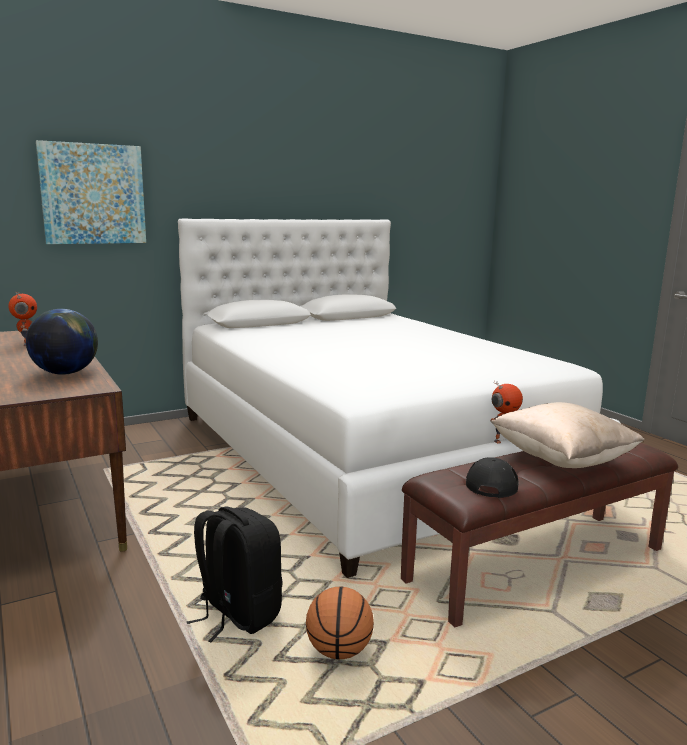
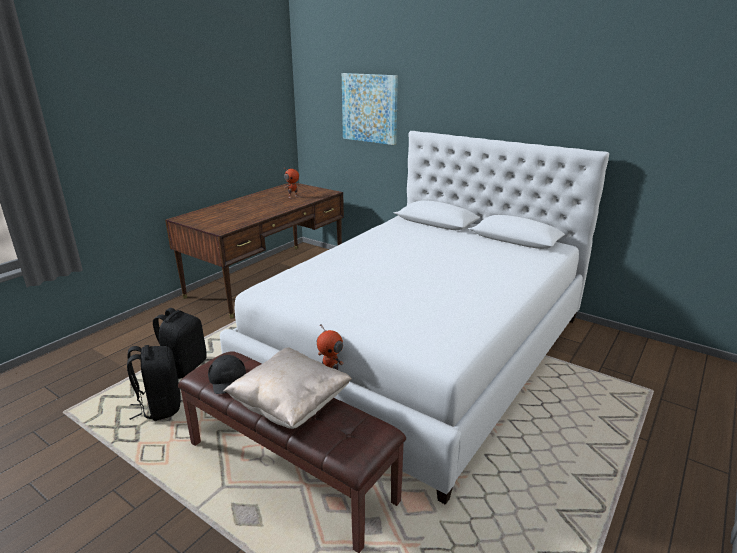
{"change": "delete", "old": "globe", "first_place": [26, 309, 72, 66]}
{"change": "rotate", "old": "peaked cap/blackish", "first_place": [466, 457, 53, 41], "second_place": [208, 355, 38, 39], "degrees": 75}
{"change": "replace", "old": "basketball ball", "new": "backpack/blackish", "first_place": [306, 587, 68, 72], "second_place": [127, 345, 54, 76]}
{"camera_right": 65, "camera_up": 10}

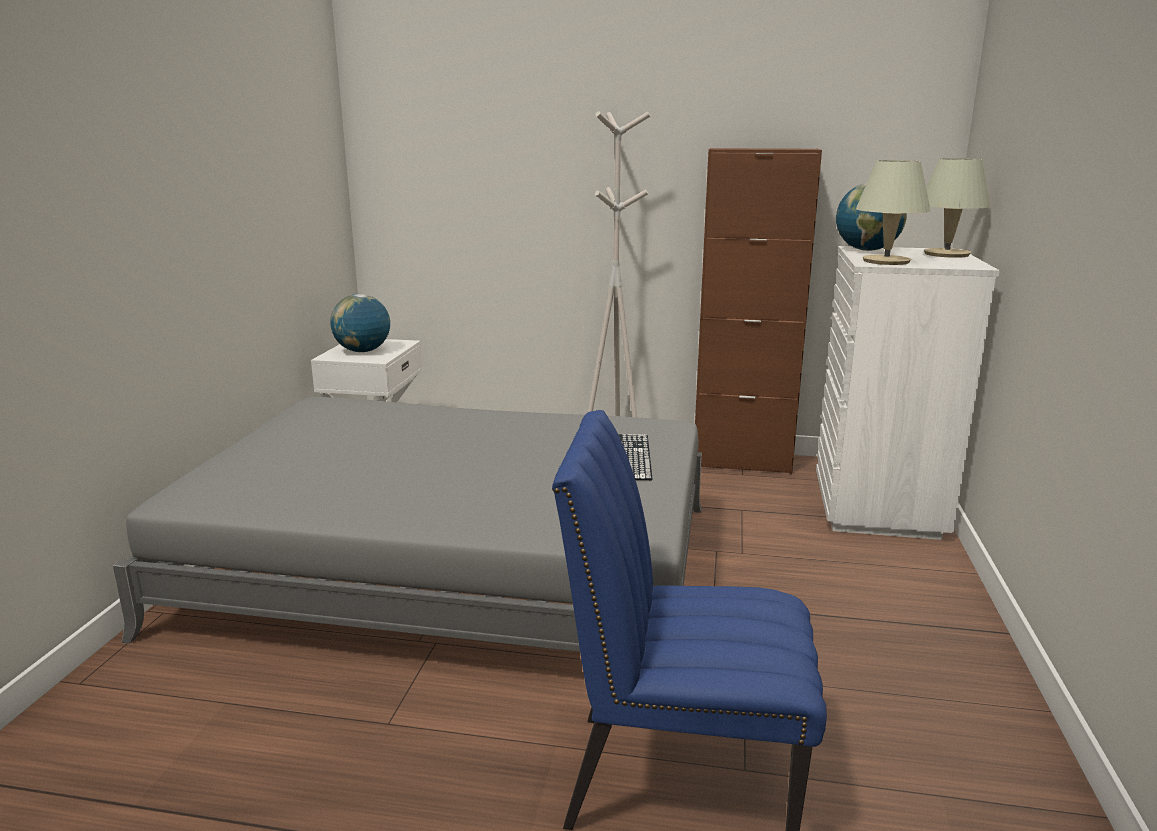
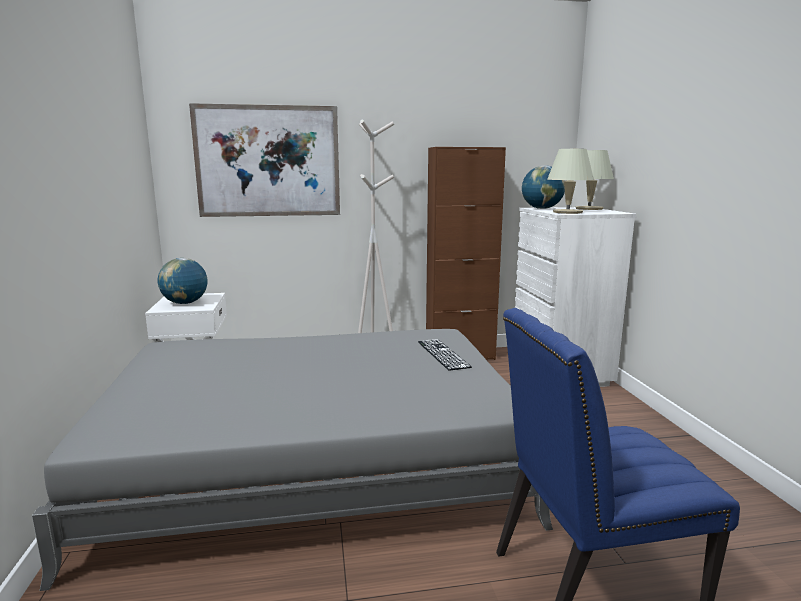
{"change": "insert", "new": "wall picture", "second_place": [189, 103, 151, 114]}
{"camera_right": -20, "camera_up": -5}

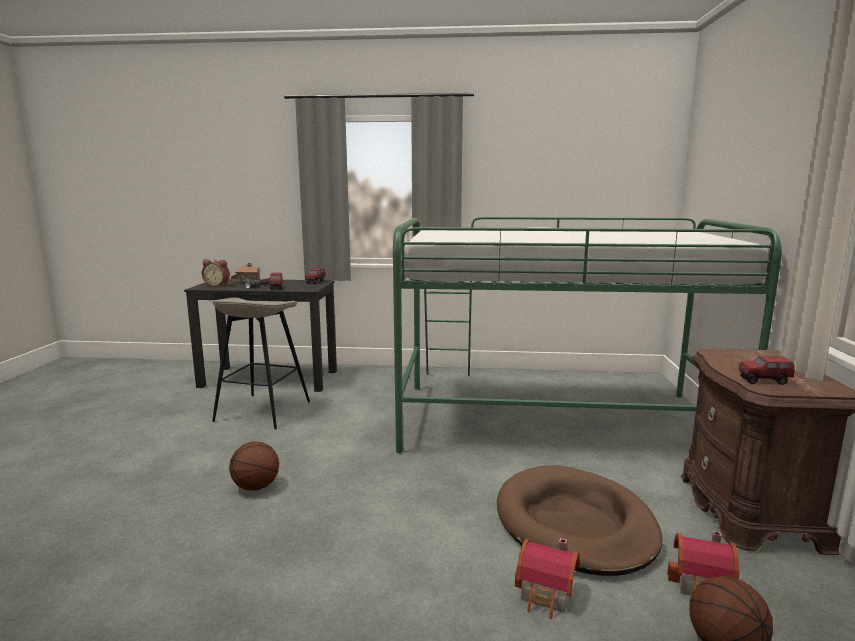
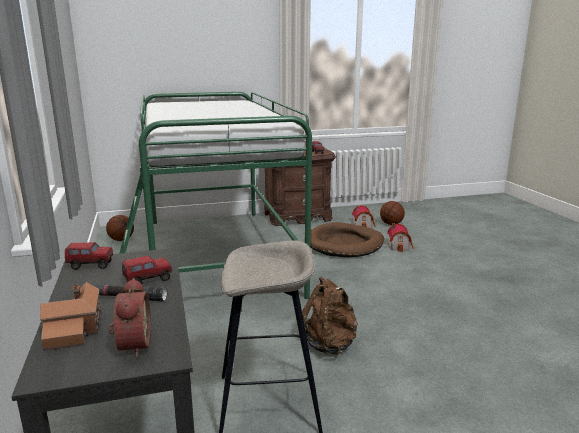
{"change": "move", "old": "basketball ball", "first_place": [229, 441, 50, 49], "second_place": [106, 215, 28, 26]}
{"change": "insert", "new": "backpack/brownish", "second_place": [302, 277, 56, 78]}
{"camera_right": -110, "camera_up": 5}

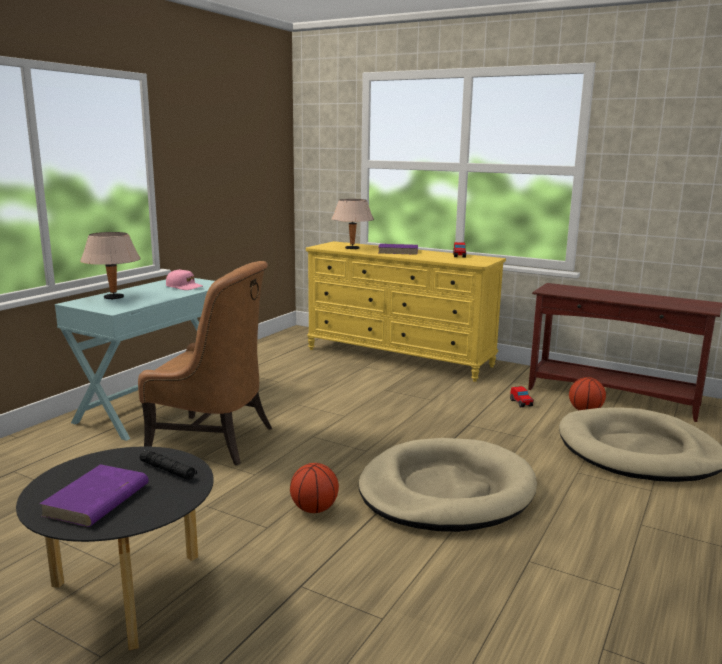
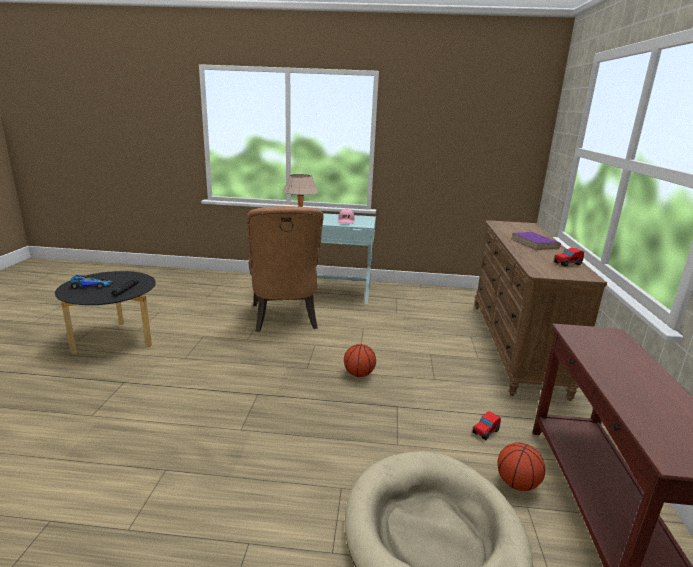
{"change": "delete", "old": "tabletop lamp/sand-coloured", "first_place": [332, 199, 42, 51]}
{"change": "recolor", "old": "chest of drawers/yellow-coloured", "new": "chest of drawers/brownish", "first_place": [306, 241, 200, 141], "second_place": [475, 220, 132, 181]}
{"change": "delete", "old": "dog cushion/sand-coloured", "first_place": [359, 438, 178, 94]}
{"change": "move", "old": "basketball ball", "first_place": [290, 463, 49, 50], "second_place": [344, 344, 32, 33]}
{"change": "replace", "old": "volume/purple", "new": "toy car", "first_place": [39, 464, 110, 63], "second_place": [71, 275, 42, 14]}
{"camera_right": 65, "camera_up": 5}

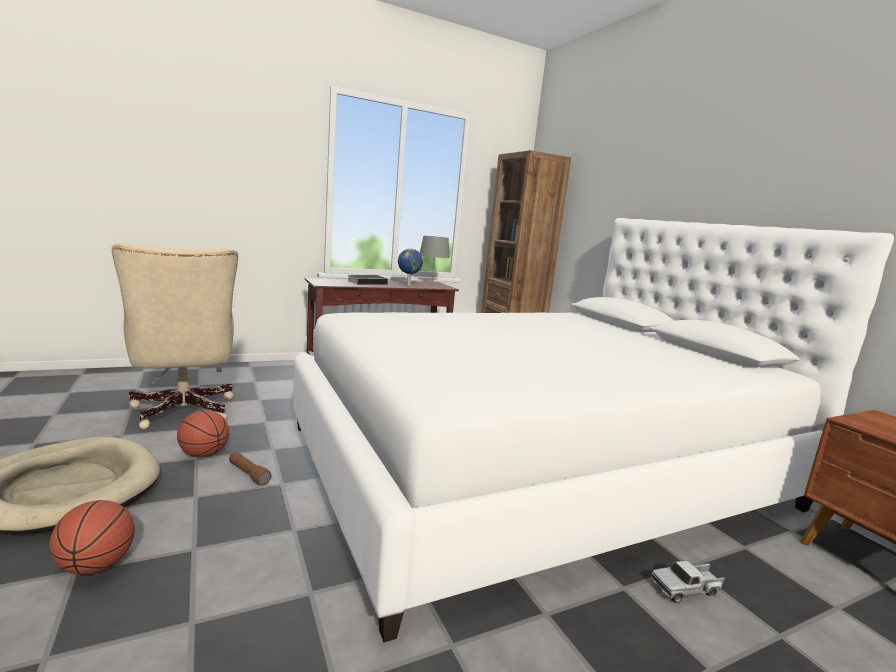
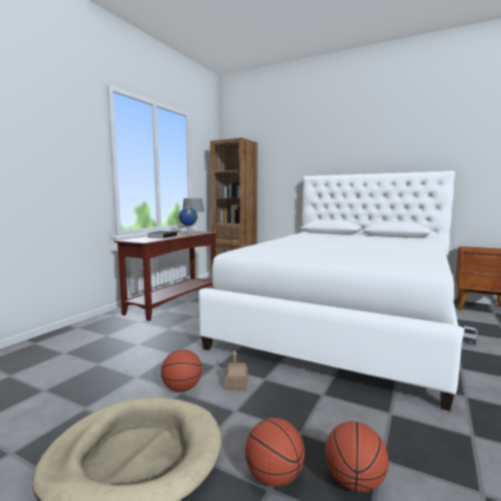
{"change": "delete", "old": "computer chair/sand-coloured", "first_place": [111, 243, 128, 186]}
{"change": "replace", "old": "hand torch/brownish", "new": "toy house", "first_place": [229, 452, 43, 33], "second_place": [224, 350, 24, 40]}
{"change": "insert", "new": "basketball ball", "second_place": [325, 421, 63, 71]}
{"camera_right": -35, "camera_up": -5}

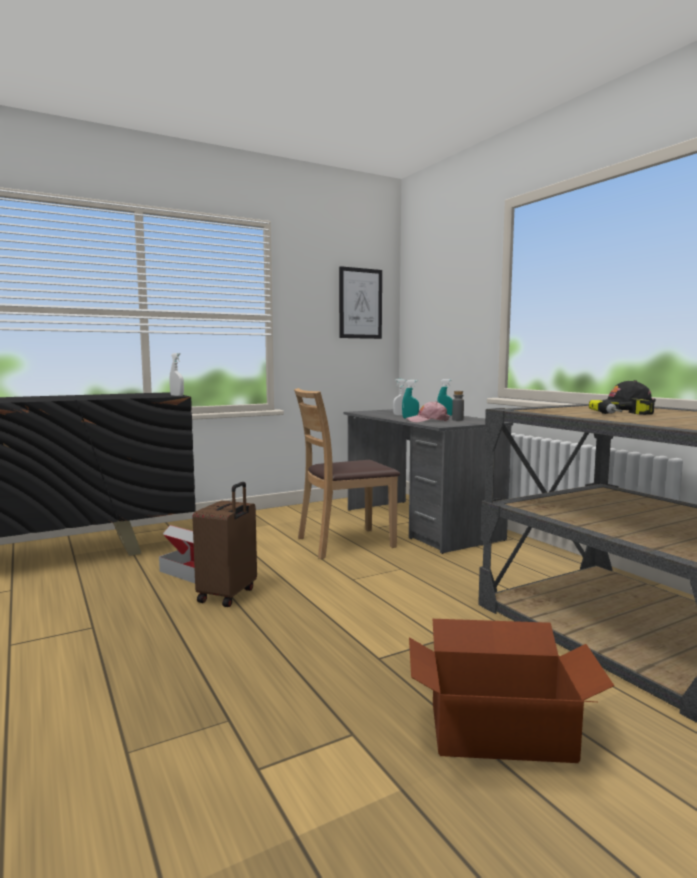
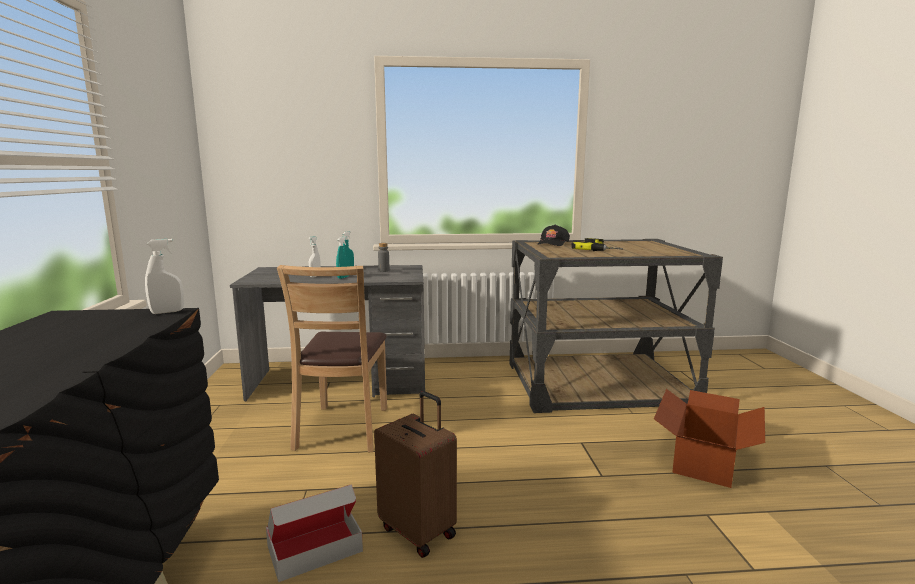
{"change": "delete", "old": "wall picture", "first_place": [339, 266, 43, 73]}
{"change": "delete", "old": "peaked cap/pink-coloured", "first_place": [406, 401, 44, 21]}
{"camera_right": -65, "camera_up": 5}

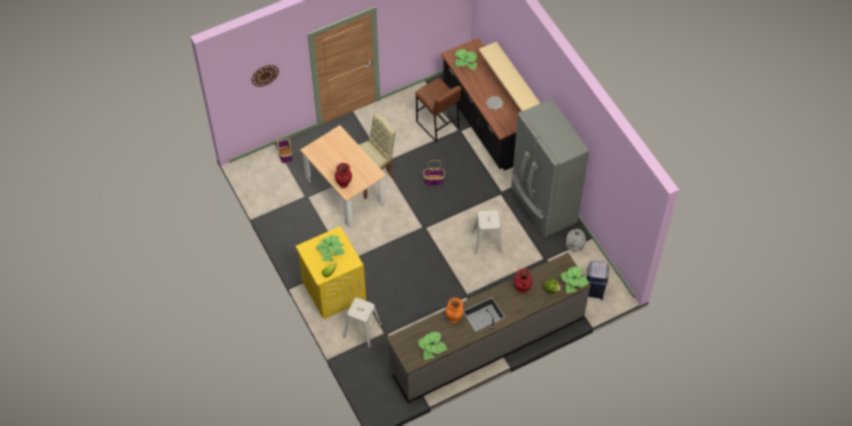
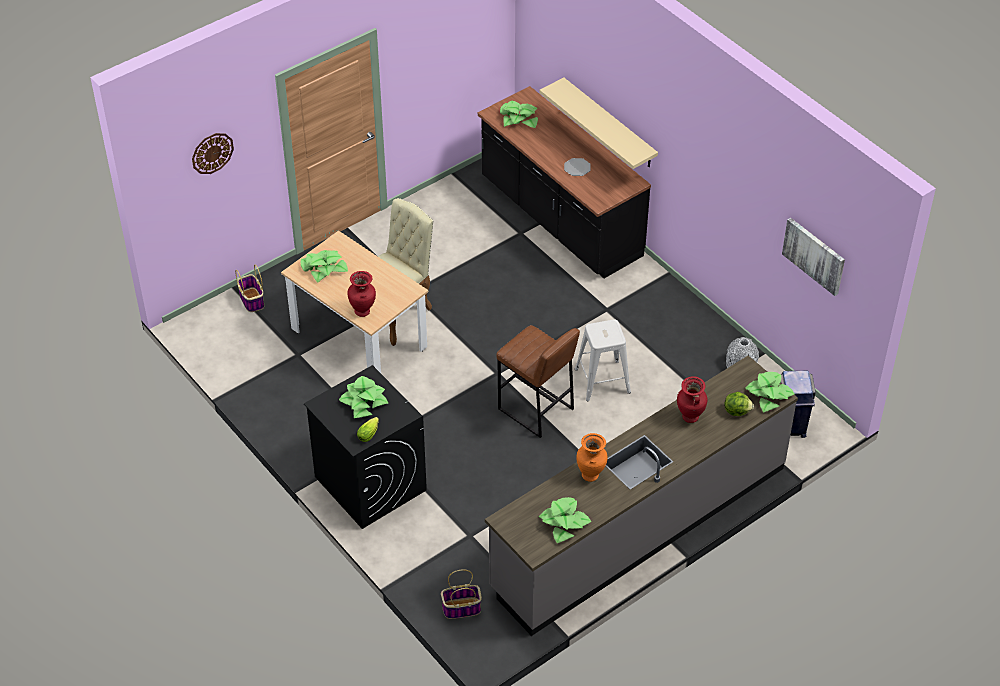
{"change": "move", "old": "sitting stool/brownish", "first_place": [415, 78, 47, 65], "second_place": [496, 325, 84, 113]}
{"change": "delete", "old": "kitchen fridge/greyish", "first_place": [511, 99, 78, 138]}
{"change": "move", "old": "basket", "first_place": [423, 160, 22, 25], "second_place": [441, 569, 41, 50]}
{"change": "recolor", "old": "laundry machine/yellow-coloured", "new": "laundry machine/blackish", "first_place": [296, 226, 70, 93], "second_place": [304, 365, 123, 164]}
{"change": "delete", "old": "sitting stool/whitish", "first_place": [343, 298, 39, 50]}
{"change": "insert", "new": "wall picture", "second_place": [782, 218, 63, 78]}
{"change": "insert", "new": "houseplant", "second_place": [301, 250, 47, 33]}
{"camera_right": -10, "camera_up": -10}

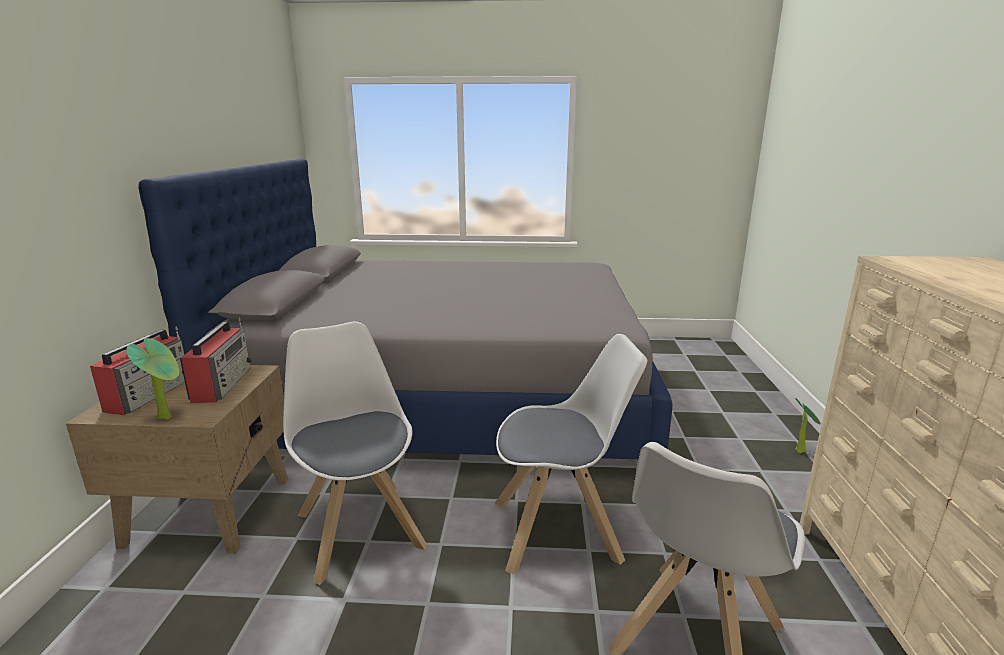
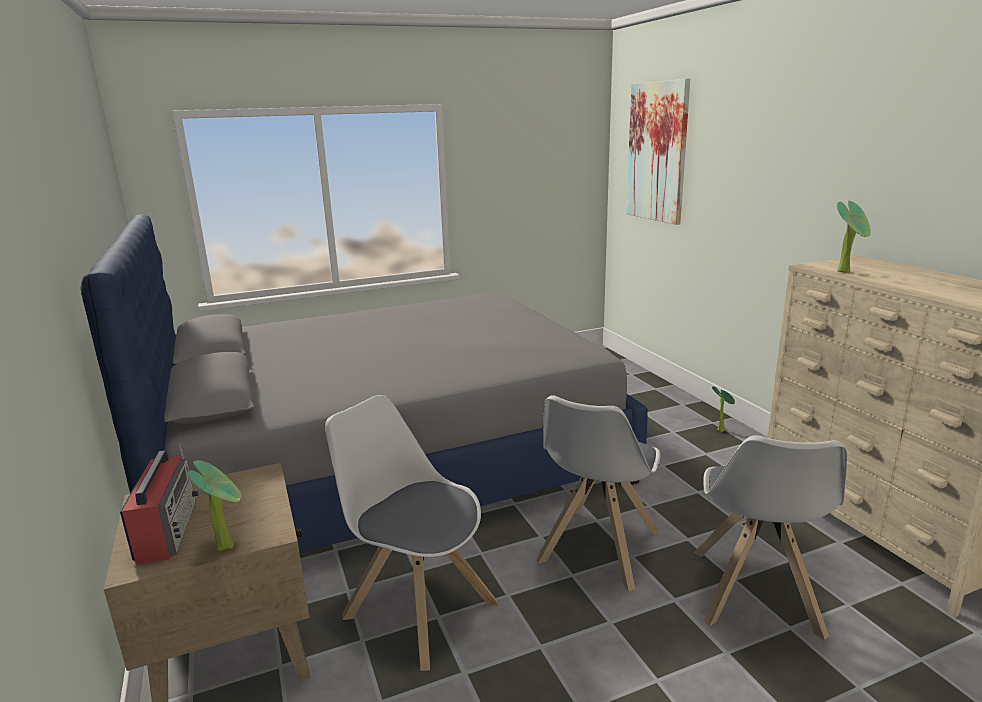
{"change": "delete", "old": "radio", "first_place": [180, 317, 72, 86]}
{"change": "rotate", "old": "upright chair", "first_place": [494, 334, 153, 240], "second_place": [536, 395, 125, 196], "degrees": 150}
{"change": "insert", "new": "wall picture", "second_place": [626, 79, 64, 146]}
{"change": "insert", "new": "houseplant", "second_place": [837, 201, 34, 72]}
{"camera_right": -25, "camera_up": 0}

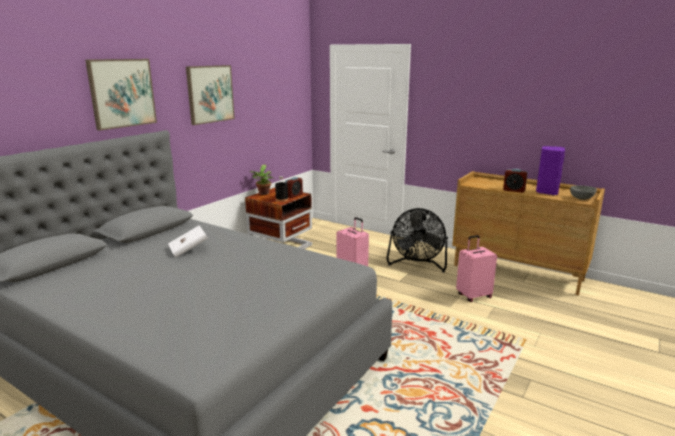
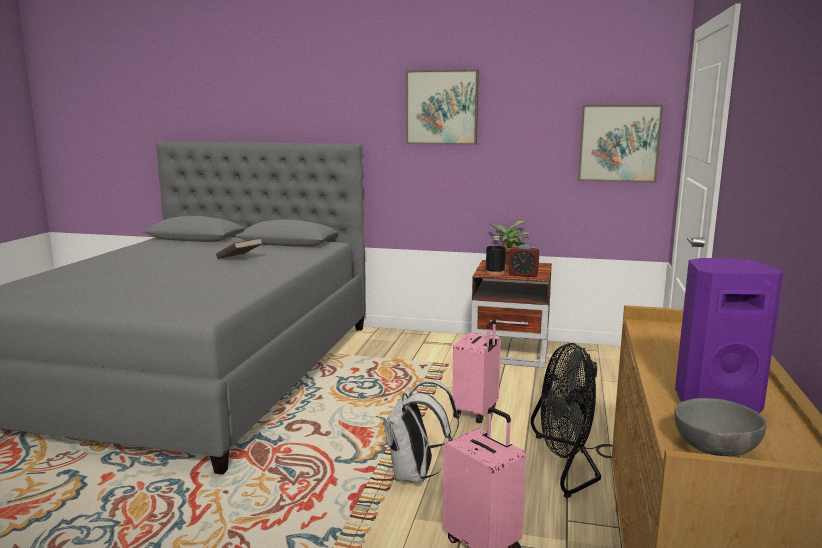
{"change": "move", "old": "wall picture", "first_place": [85, 59, 72, 72], "second_place": [578, 105, 85, 78]}
{"change": "delete", "old": "table clock", "first_place": [503, 169, 25, 24]}
{"change": "recolor", "old": "volume/whitish", "new": "volume/brownish", "first_place": [168, 225, 40, 33], "second_place": [216, 238, 47, 21]}
{"change": "insert", "new": "backpack/whitish", "second_place": [385, 380, 74, 103]}
{"camera_right": 70, "camera_up": -5}

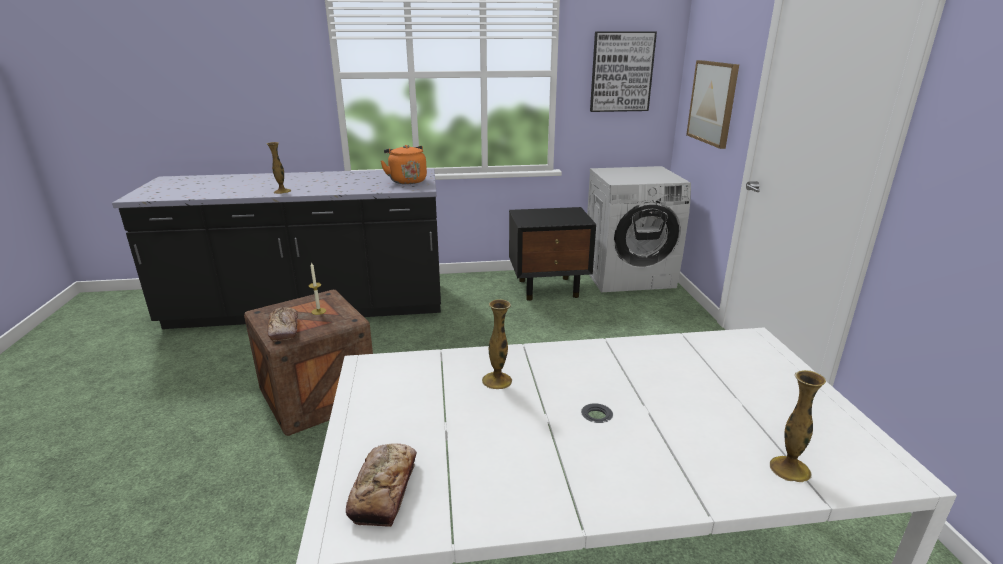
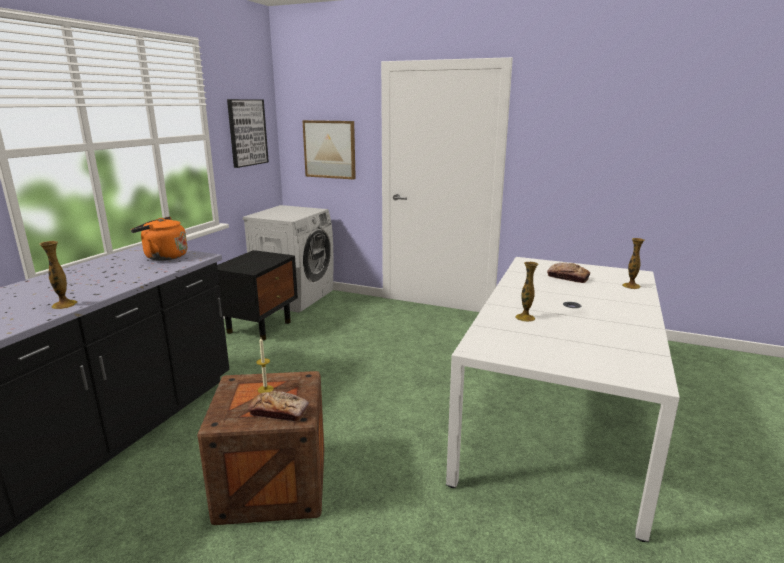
{"change": "move", "old": "bakery bread", "first_place": [346, 443, 71, 84], "second_place": [547, 263, 43, 20]}
{"camera_right": -60, "camera_up": -5}

